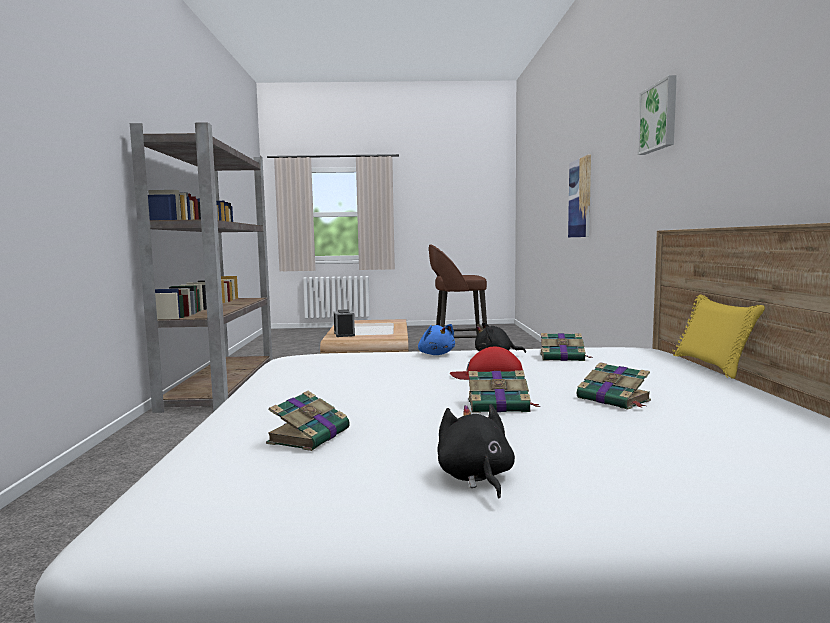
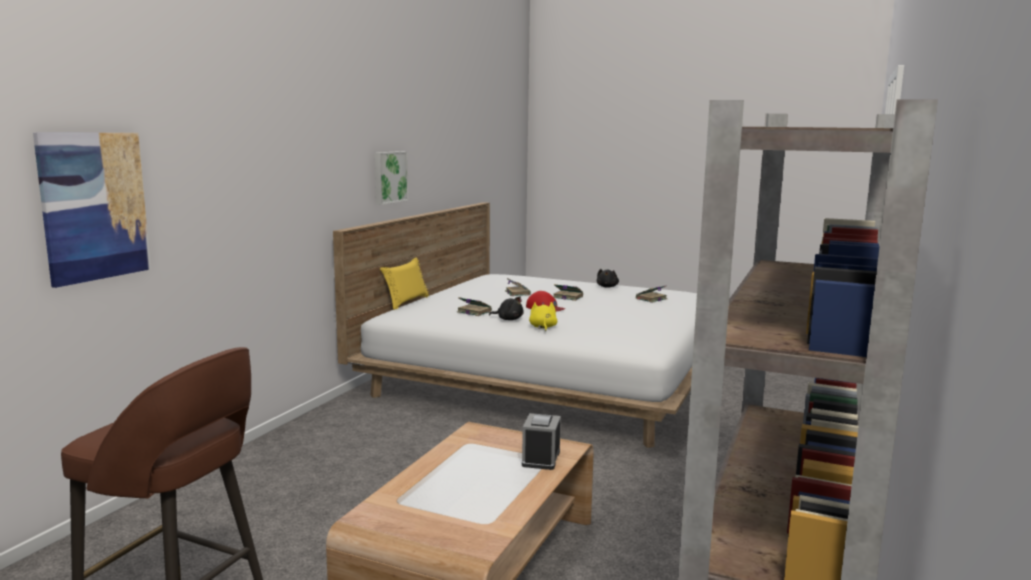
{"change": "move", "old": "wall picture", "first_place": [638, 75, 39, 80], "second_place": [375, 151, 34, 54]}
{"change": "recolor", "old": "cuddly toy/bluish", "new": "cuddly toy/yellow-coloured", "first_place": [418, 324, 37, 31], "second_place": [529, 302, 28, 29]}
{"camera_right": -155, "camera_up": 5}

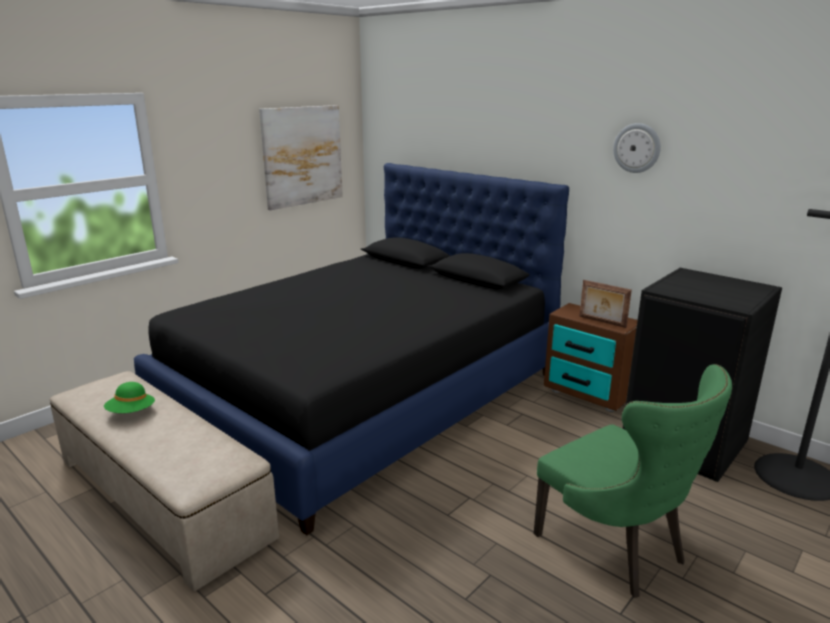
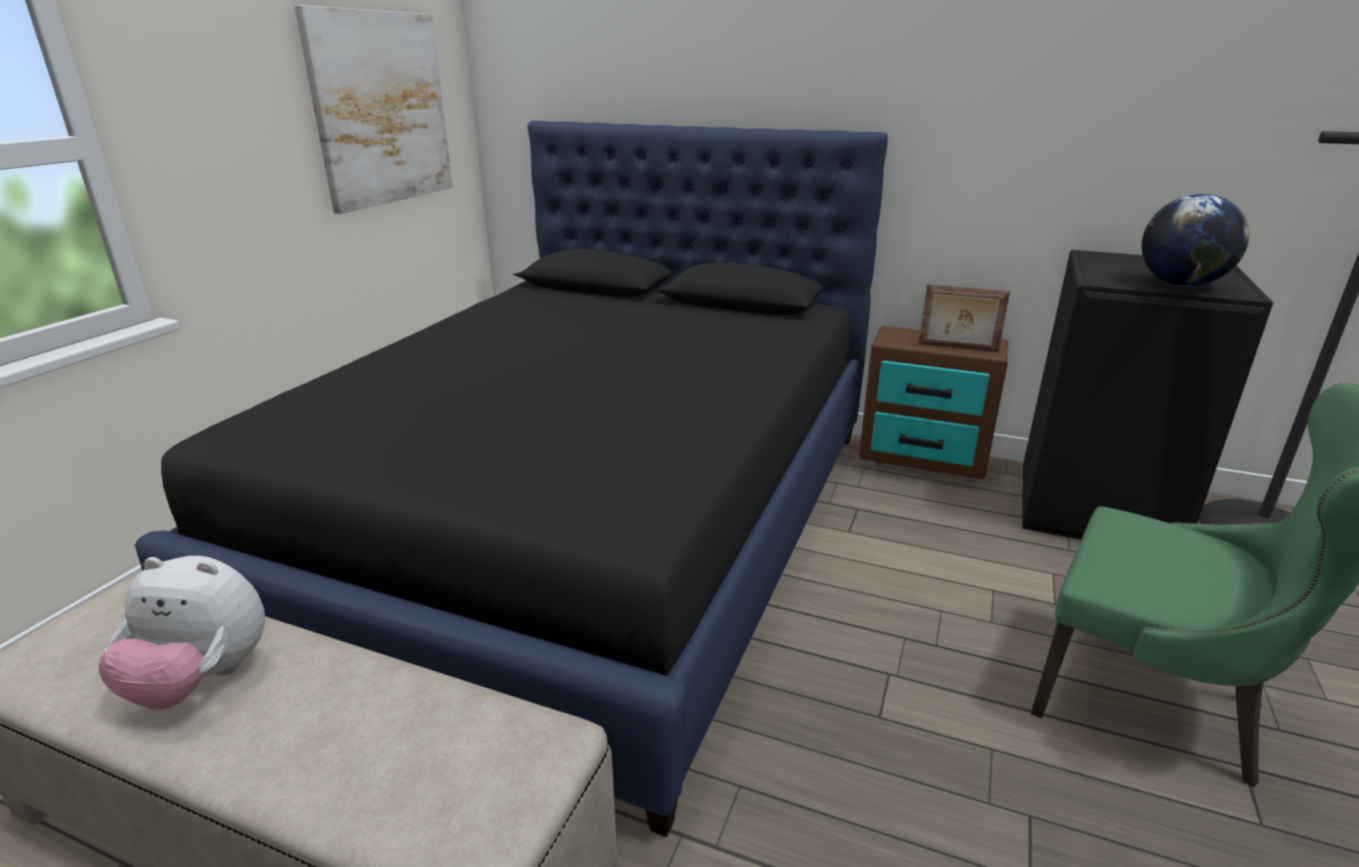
{"change": "delete", "old": "hanging clock", "first_place": [613, 123, 48, 50]}
{"change": "replace", "old": "clothing hat/green", "new": "cuddly toy", "first_place": [104, 382, 51, 31], "second_place": [99, 556, 166, 154]}
{"change": "insert", "new": "globe", "second_place": [1142, 194, 107, 93]}
{"camera_right": -20, "camera_up": 5}

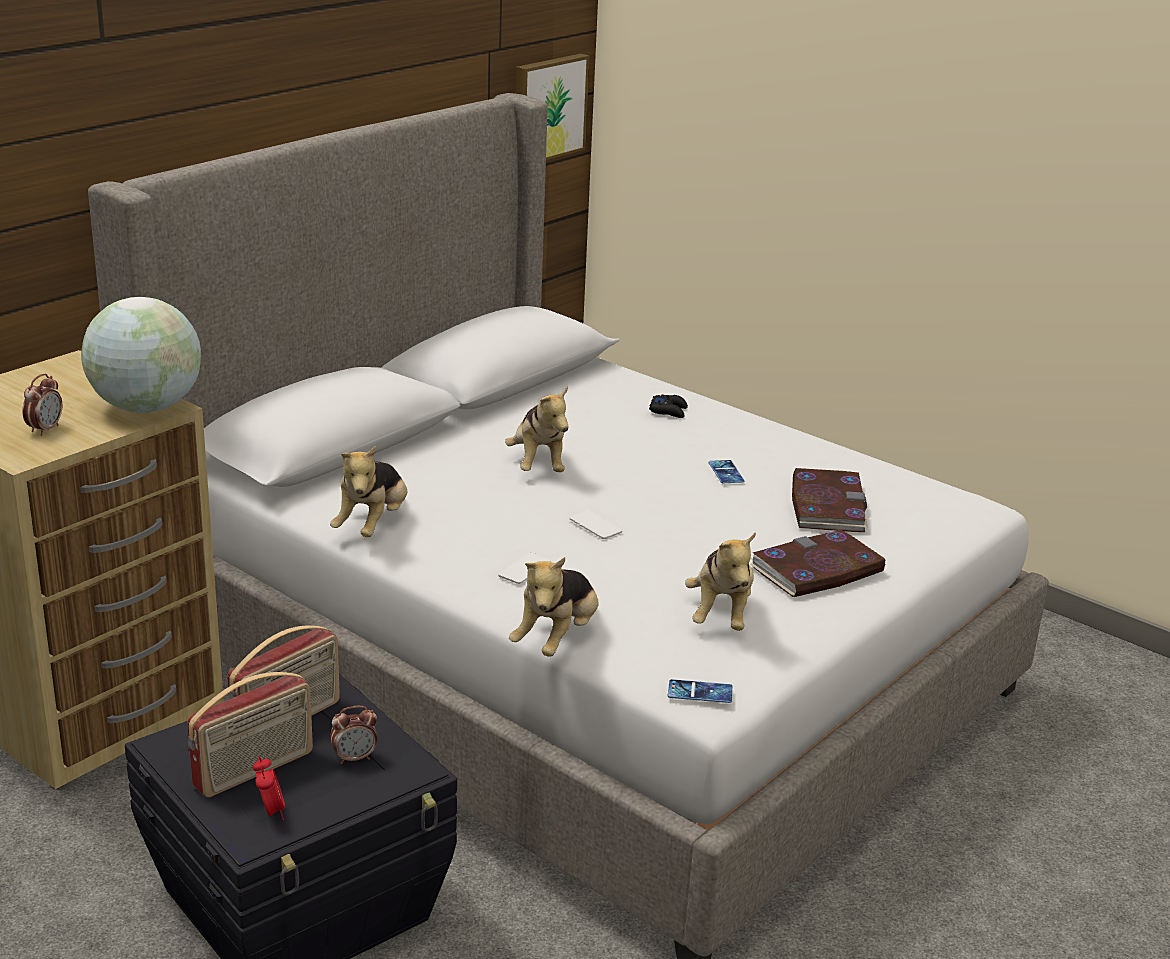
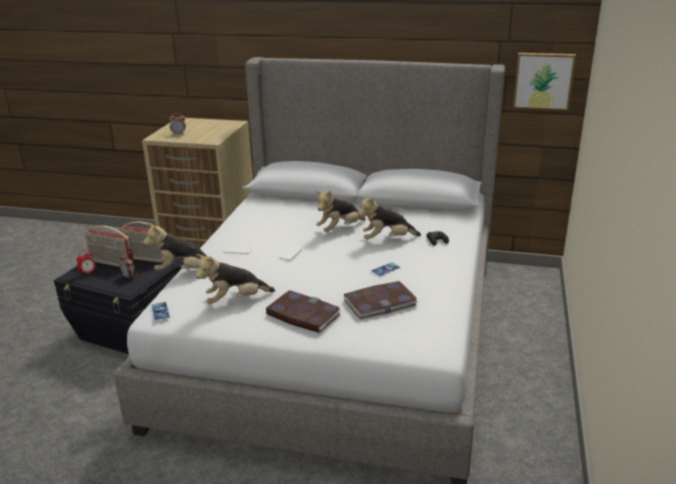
{"change": "delete", "old": "globe", "first_place": [81, 297, 120, 116]}
{"change": "move", "old": "cuddly toy", "first_place": [330, 446, 77, 91], "second_place": [358, 196, 63, 43]}
{"camera_right": 65, "camera_up": 0}

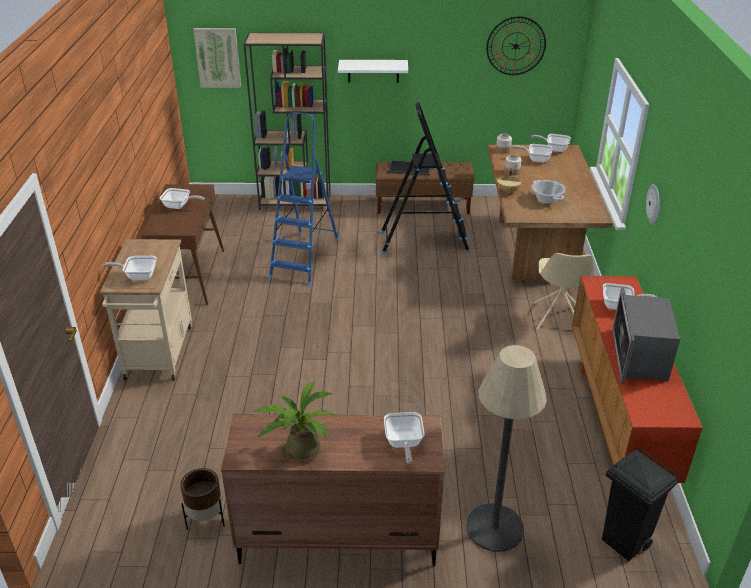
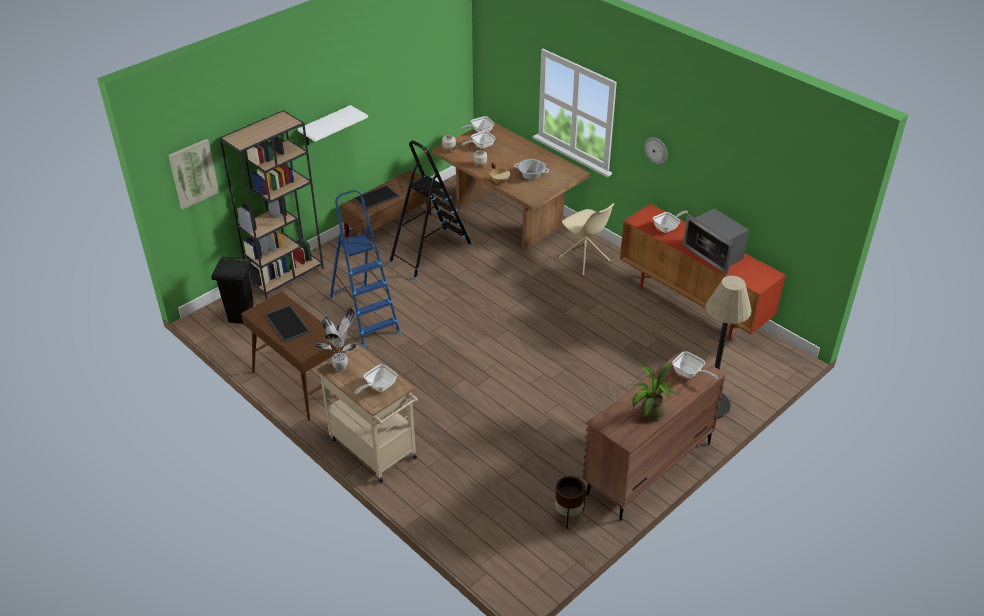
{"change": "delete", "old": "hanging clock", "first_place": [486, 16, 60, 59]}
{"change": "replace", "old": "pan", "new": "serving tray", "first_place": [160, 188, 44, 21], "second_place": [265, 304, 46, 39]}
{"change": "move", "old": "waste bin/blackish", "first_place": [602, 448, 76, 113], "second_place": [211, 256, 43, 68]}
{"change": "insert", "new": "houseplant", "second_place": [315, 308, 41, 63]}
{"camera_right": -45, "camera_up": 5}

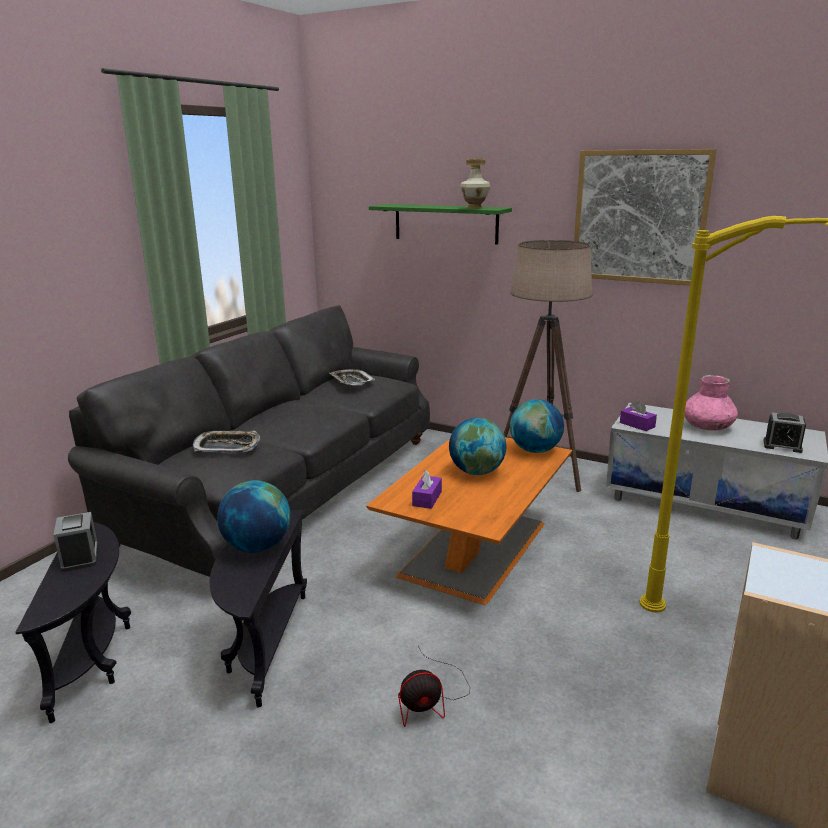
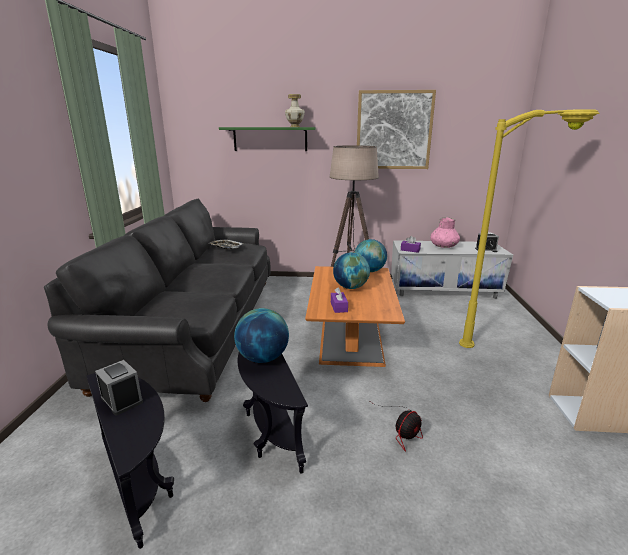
{"change": "delete", "old": "serving tray", "first_place": [193, 431, 67, 22]}
{"camera_right": -25, "camera_up": 0}

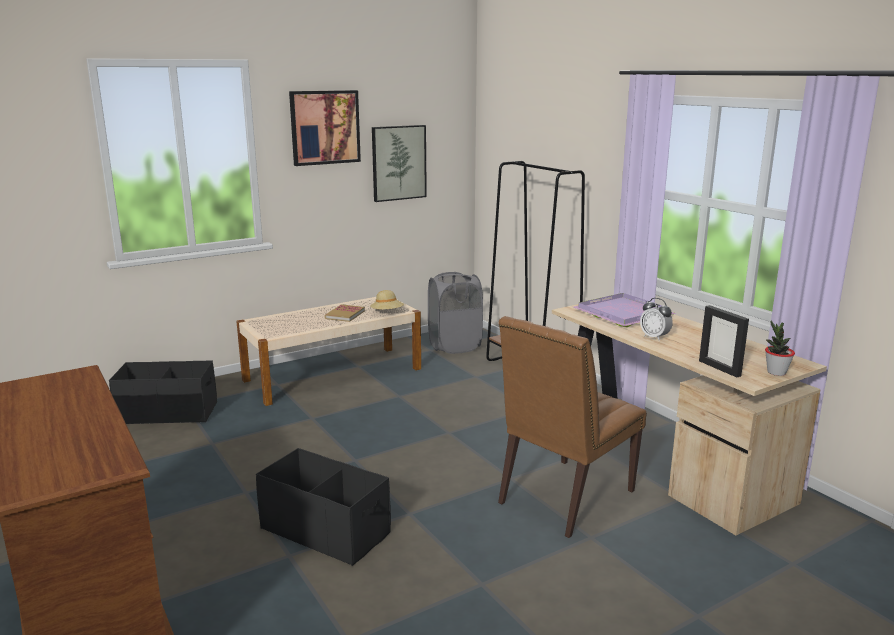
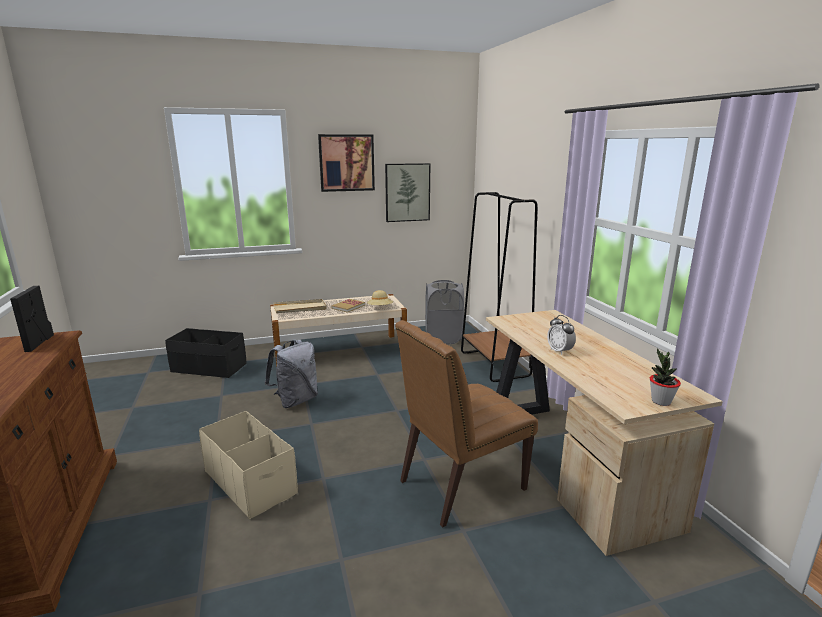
{"change": "delete", "old": "serving tray/purple", "first_place": [573, 293, 103, 34]}
{"change": "move", "old": "standing frame", "first_place": [699, 305, 50, 72], "second_place": [10, 286, 44, 66]}
{"change": "recolor", "old": "storage box/blackish", "new": "storage box/sand-coloured", "first_place": [256, 448, 135, 118], "second_place": [199, 411, 99, 108]}
{"change": "insert", "new": "serving tray/sand-coloured", "second_place": [273, 299, 54, 14]}
{"change": "insert", "new": "backpack/greyish", "second_place": [265, 340, 53, 68]}
{"camera_right": 15, "camera_up": 0}

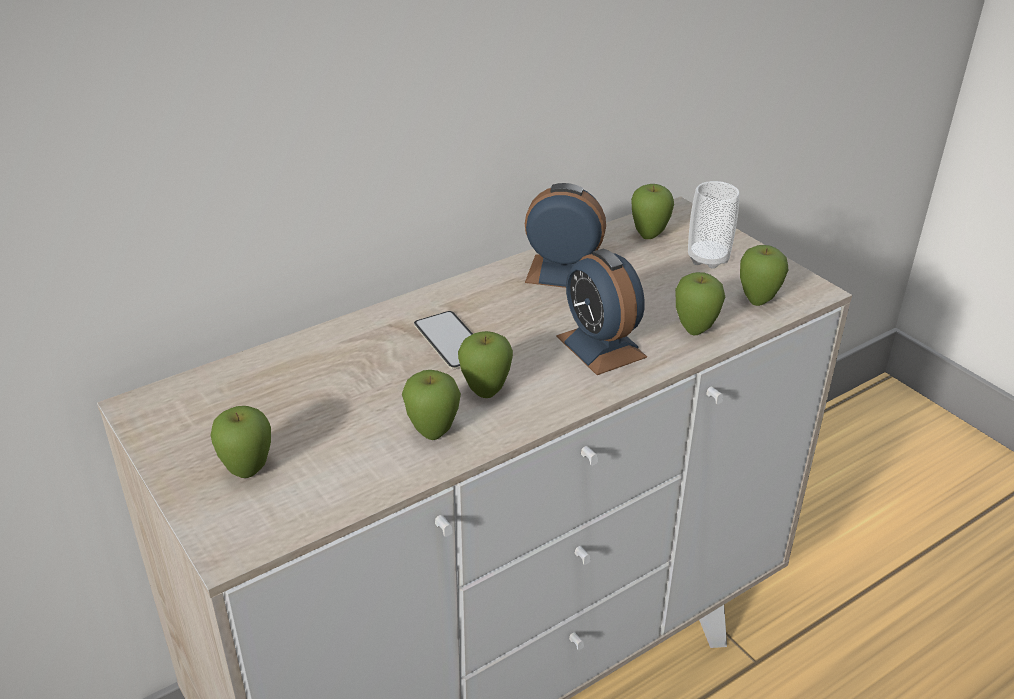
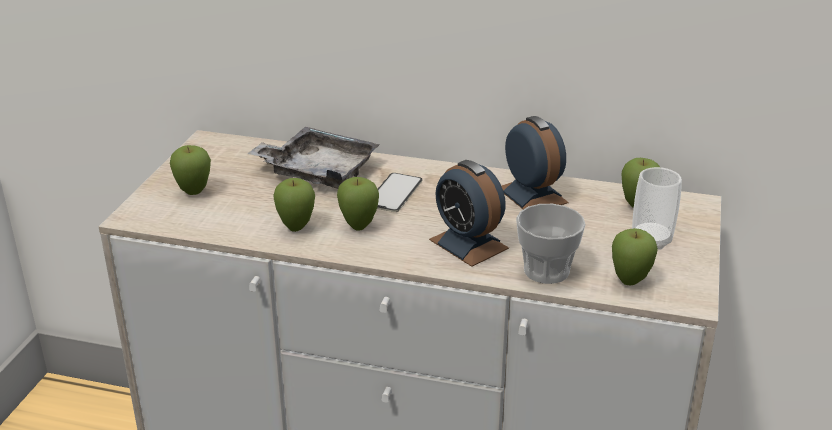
{"change": "rotate", "old": "table clock", "first_place": [556, 249, 91, 126], "second_place": [429, 160, 80, 107], "degrees": -60}
{"change": "replace", "old": "whole apple", "new": "small cup", "first_place": [675, 272, 50, 63], "second_place": [516, 204, 70, 80]}
{"change": "insert", "new": "serving tray/greyish", "second_place": [247, 127, 133, 62]}
{"camera_right": 50, "camera_up": -5}

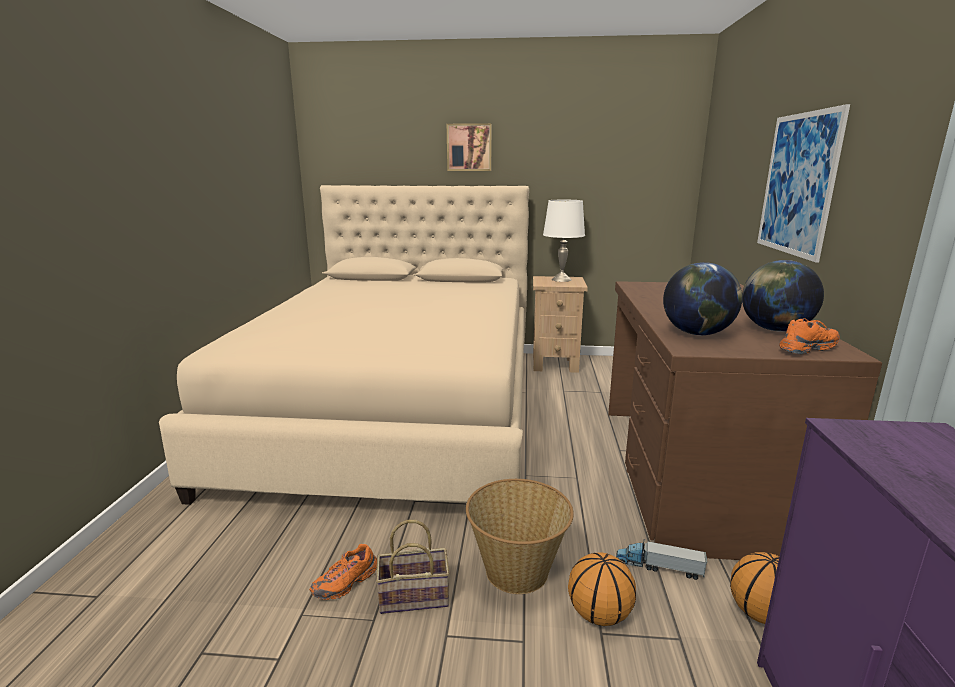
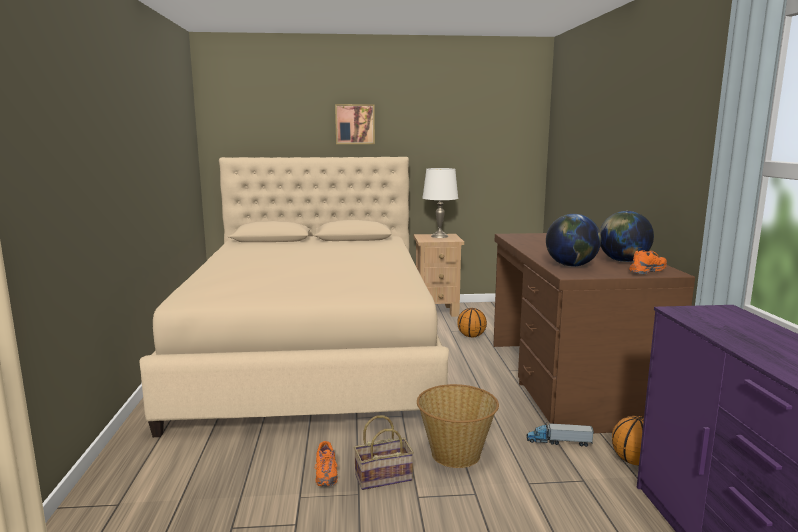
{"change": "delete", "old": "wall picture", "first_place": [757, 104, 93, 159]}
{"change": "rotate", "old": "shoe/orange", "first_place": [309, 544, 68, 56], "second_place": [315, 441, 23, 45], "degrees": -45}
{"change": "move", "old": "basketball ball", "first_place": [568, 552, 68, 74], "second_place": [457, 308, 30, 30]}
{"camera_right": -10, "camera_up": -5}

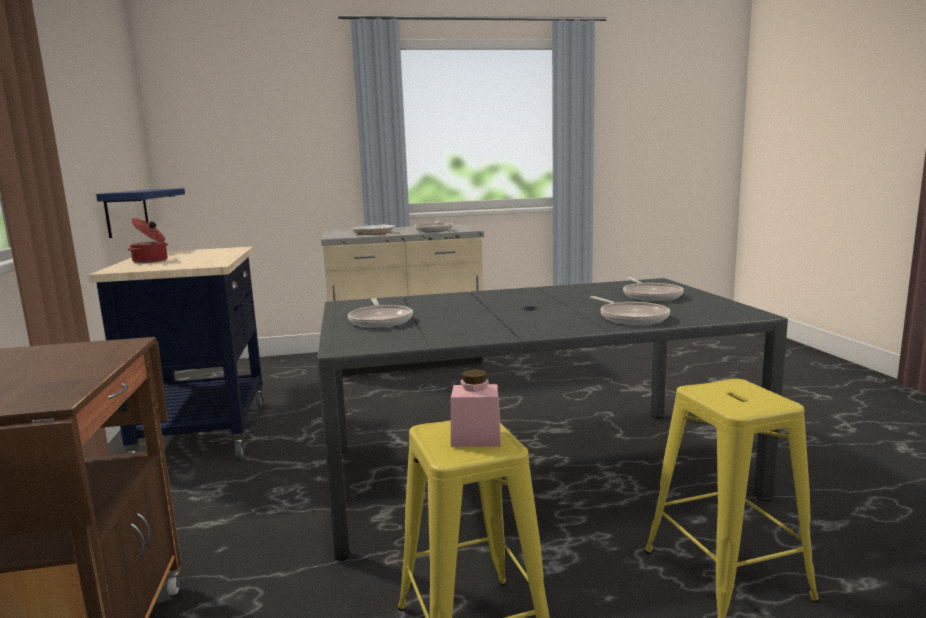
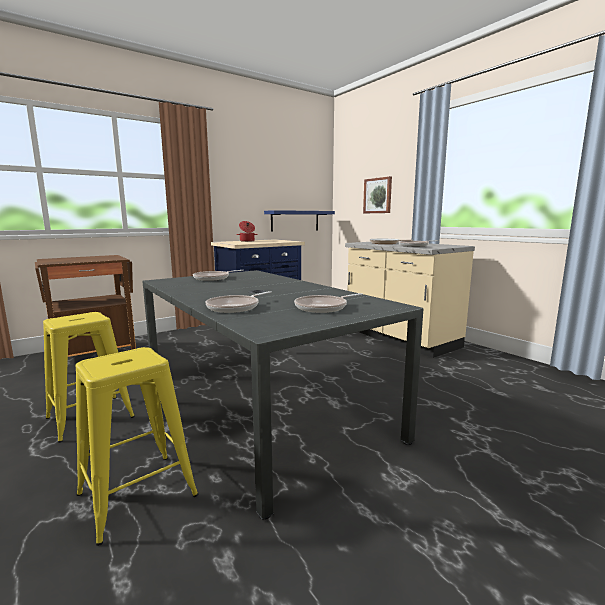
{"change": "delete", "old": "jar/pink-coloured", "first_place": [451, 369, 50, 78]}
{"change": "insert", "new": "wall picture", "second_place": [363, 176, 29, 37]}
{"camera_right": 65, "camera_up": 0}

